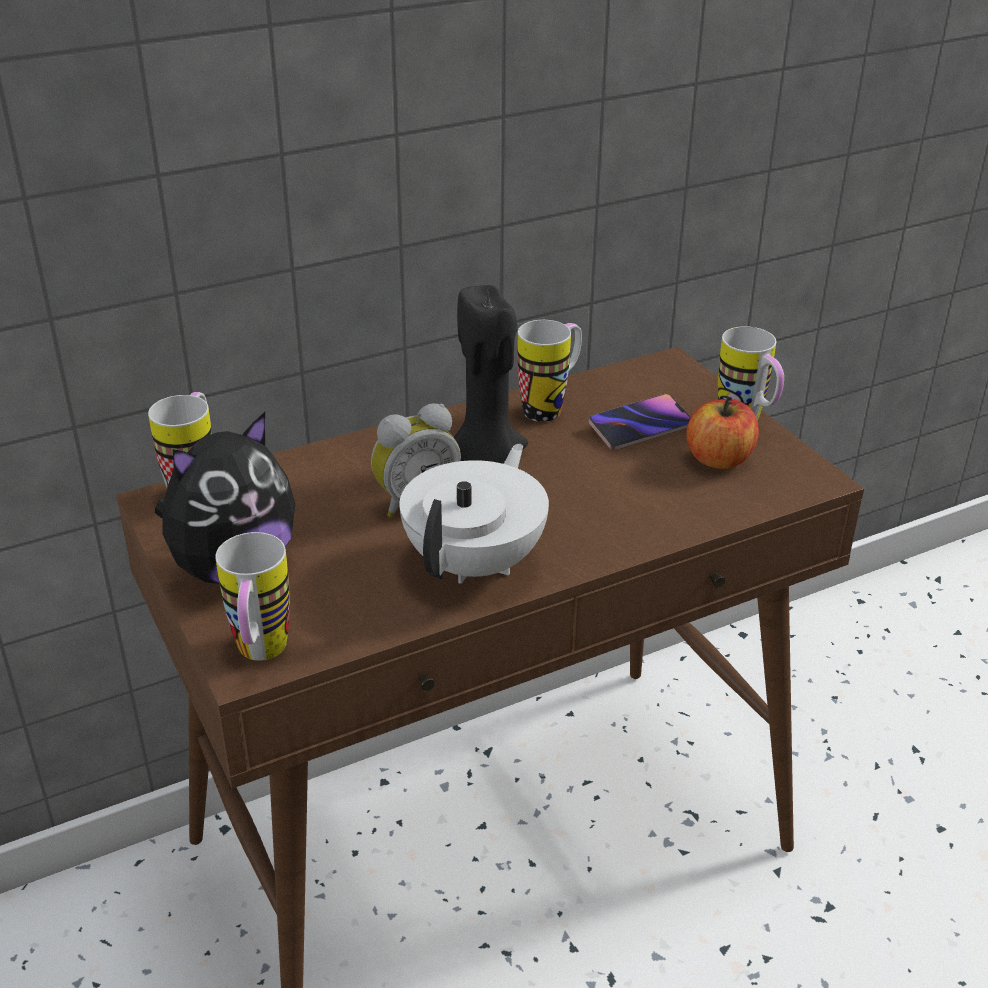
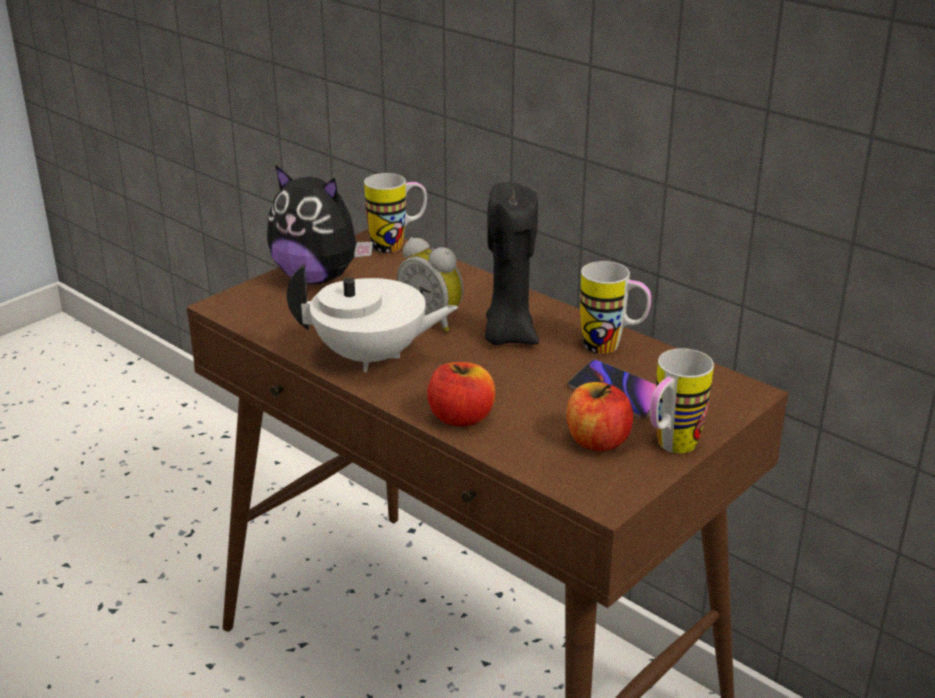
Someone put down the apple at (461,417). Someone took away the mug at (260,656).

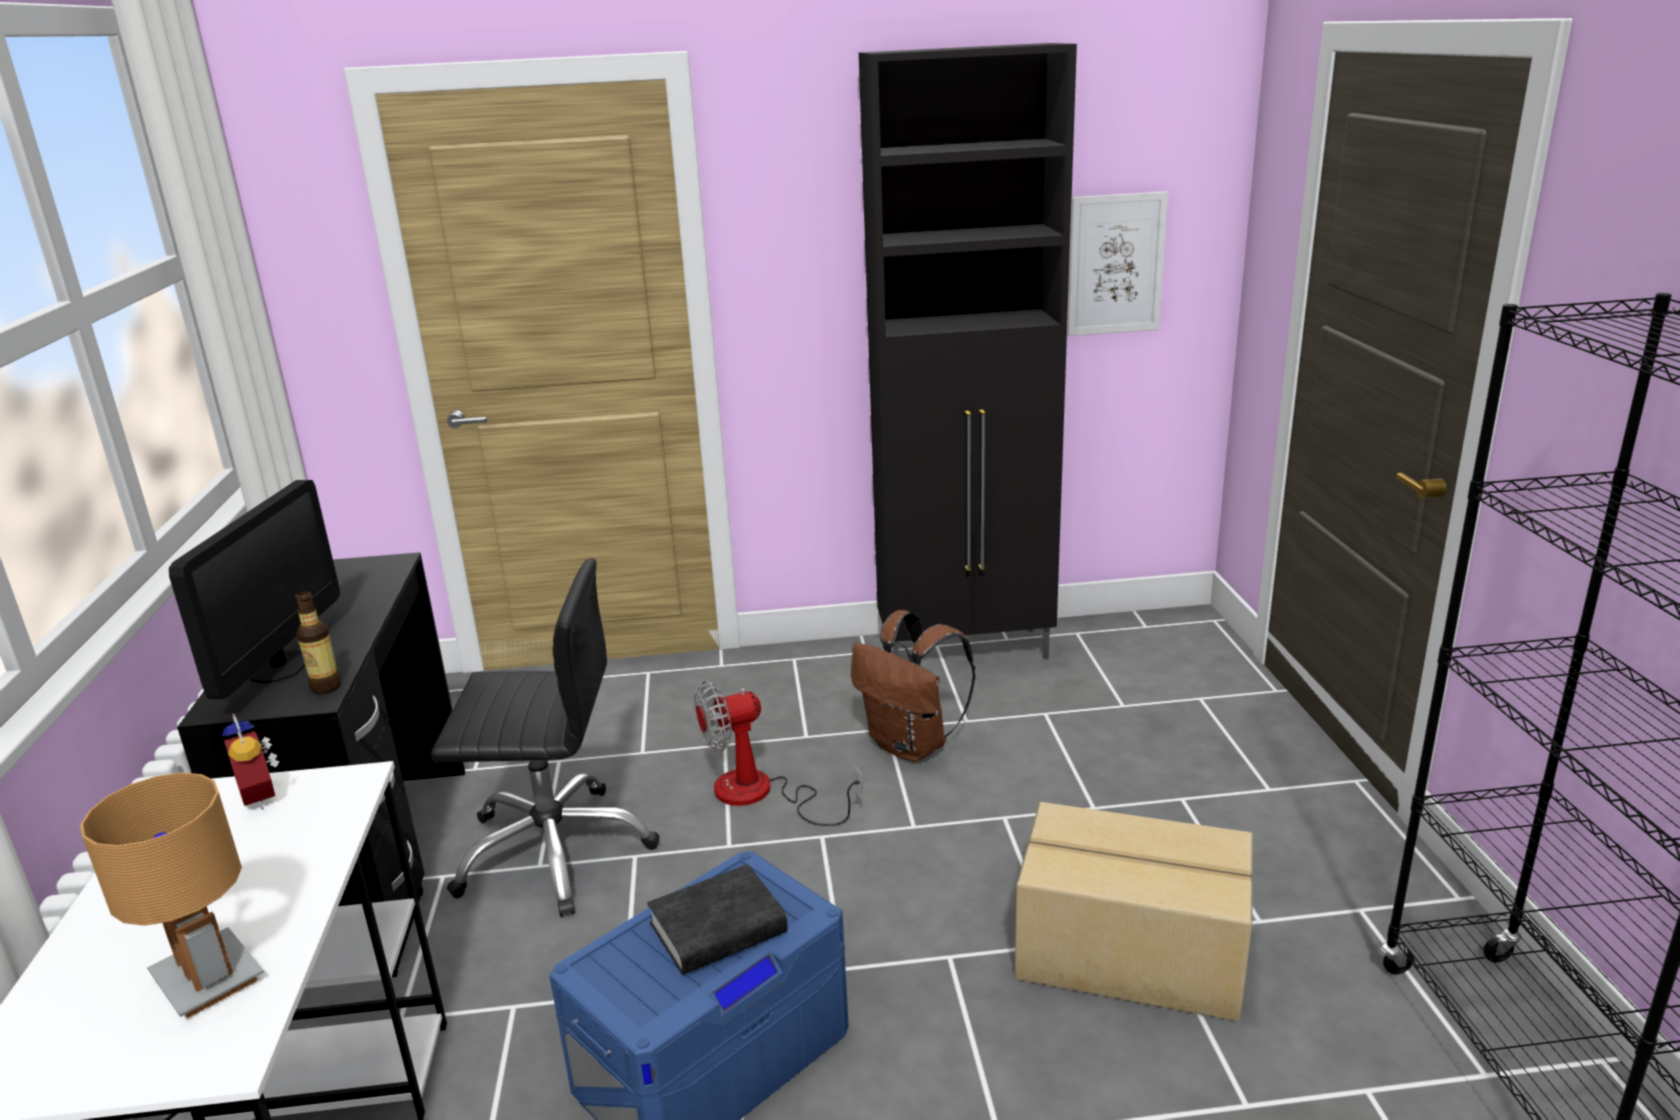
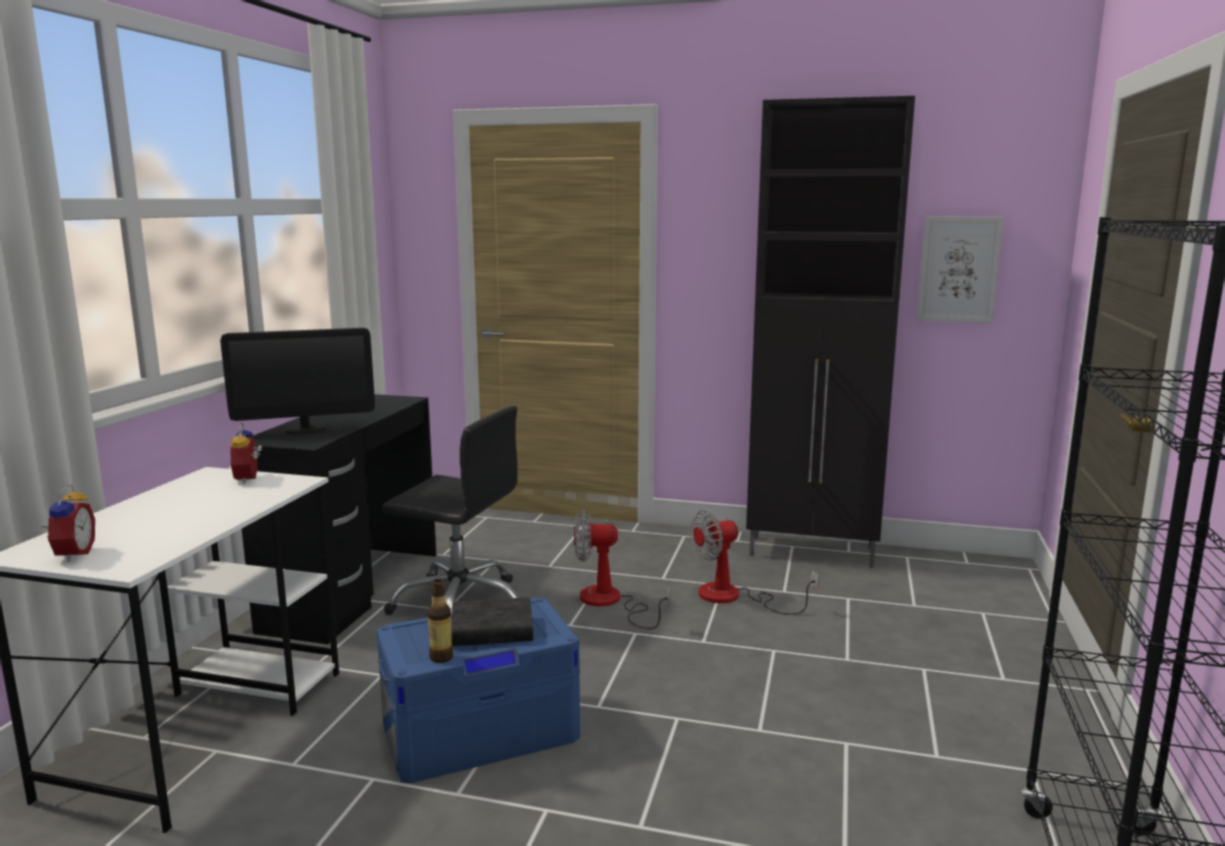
Someone put down the alarm_clock at (71,555). Someone rotated the monitor at (279,667) by 45 degrees clockwise. Someone carried the bottle from (326,687) to (441,657). Someone swapped the brown_backpack at (912,746) for the fan at (733,597). Someone took away the brown_table_lamp at (207,980). Someone took away the cardboard_box at (1131,954).

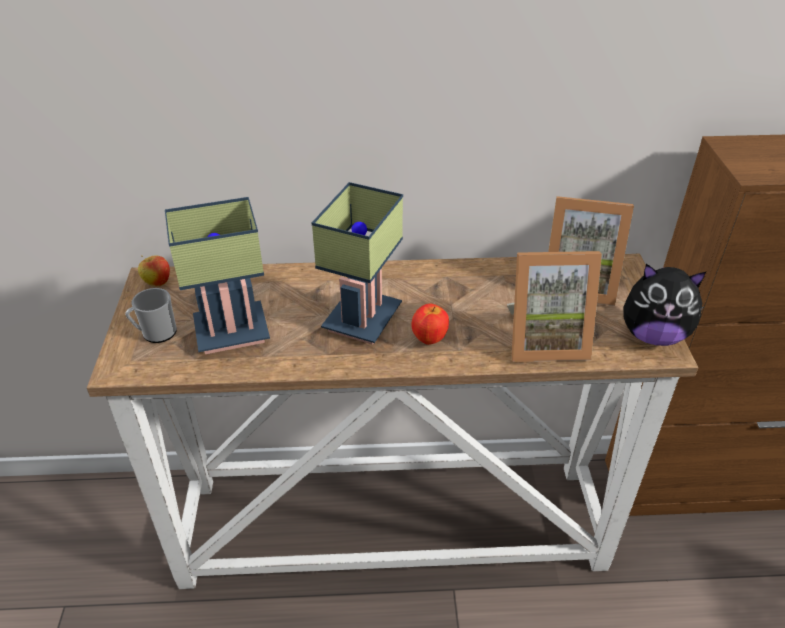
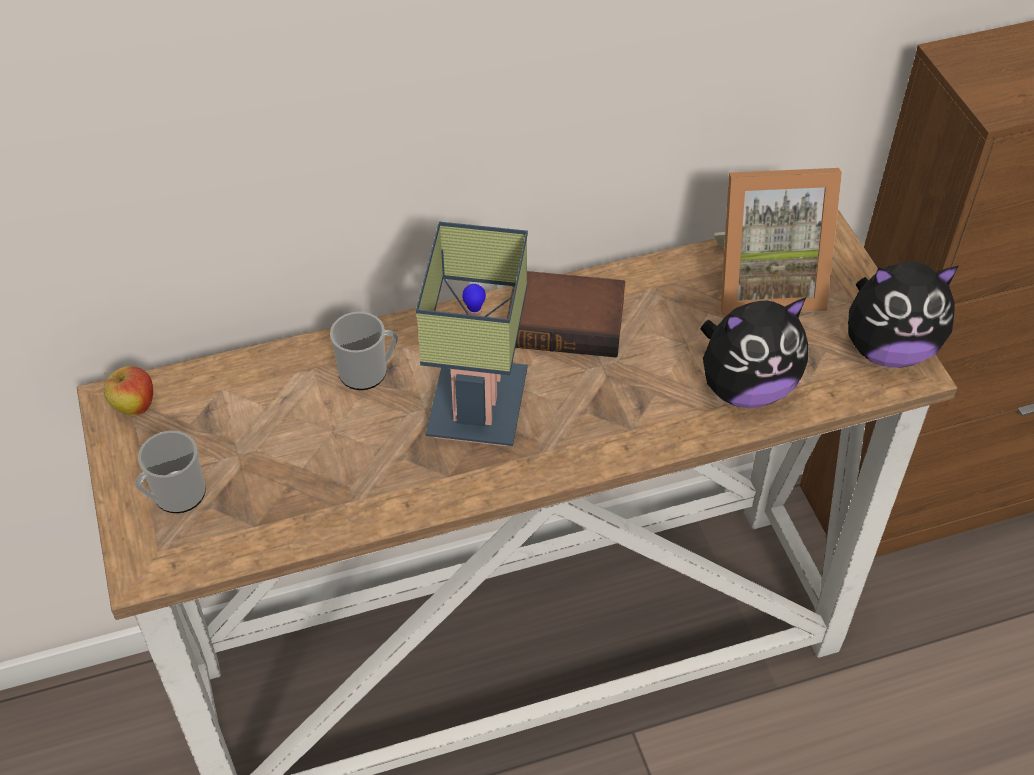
Someone put down the mug at (368,372). Someone put down the book at (567,320). Someone swapped the picture_frame at (545,340) for the plush_toy at (746,387). Someone took away the table_lamp at (234,329). Someone took away the apple at (429,339).

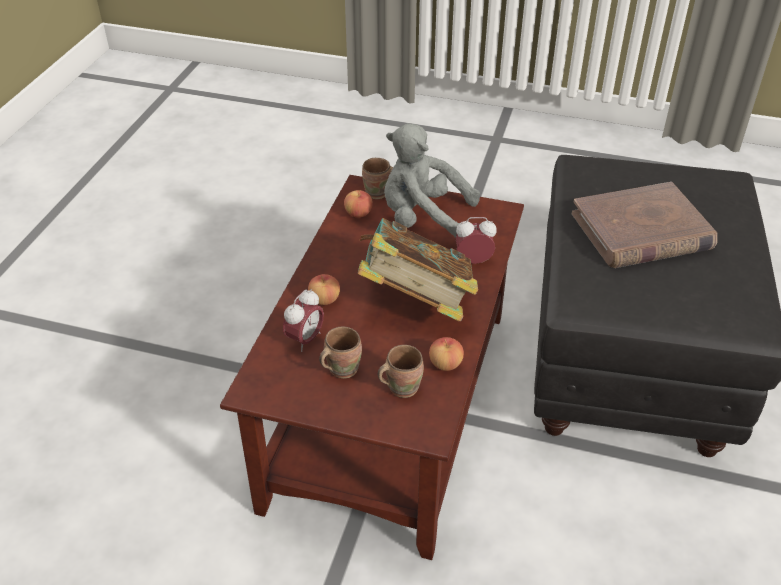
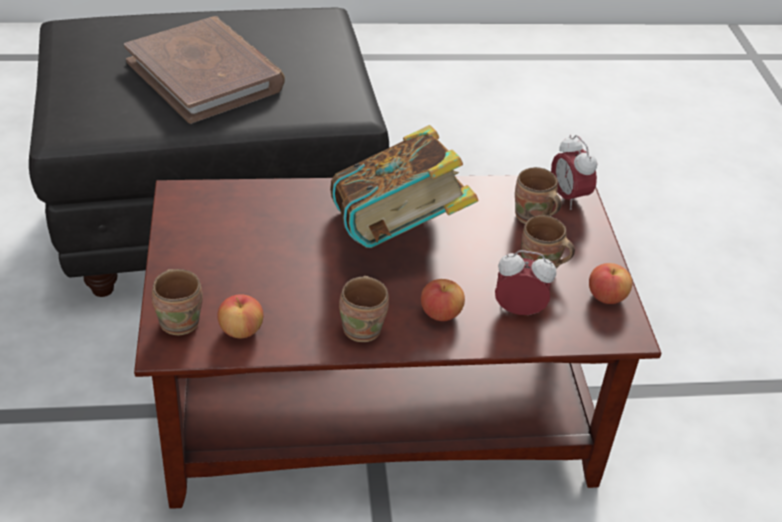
Someone put down the brown_mug at (364,328). Someone carried the alarm_clock from (473,261) to (568,197). Someone carried the apple from (445,364) to (606,296). Someone took away the grey_plush_toy at (424,220).

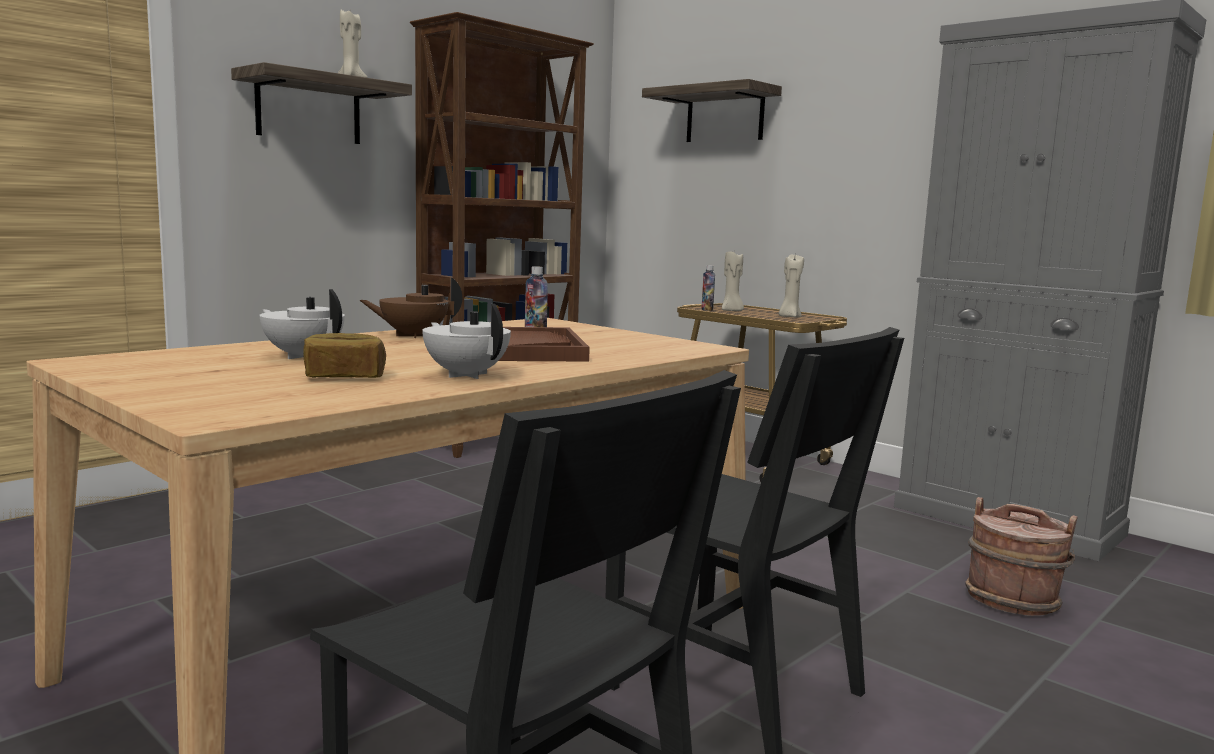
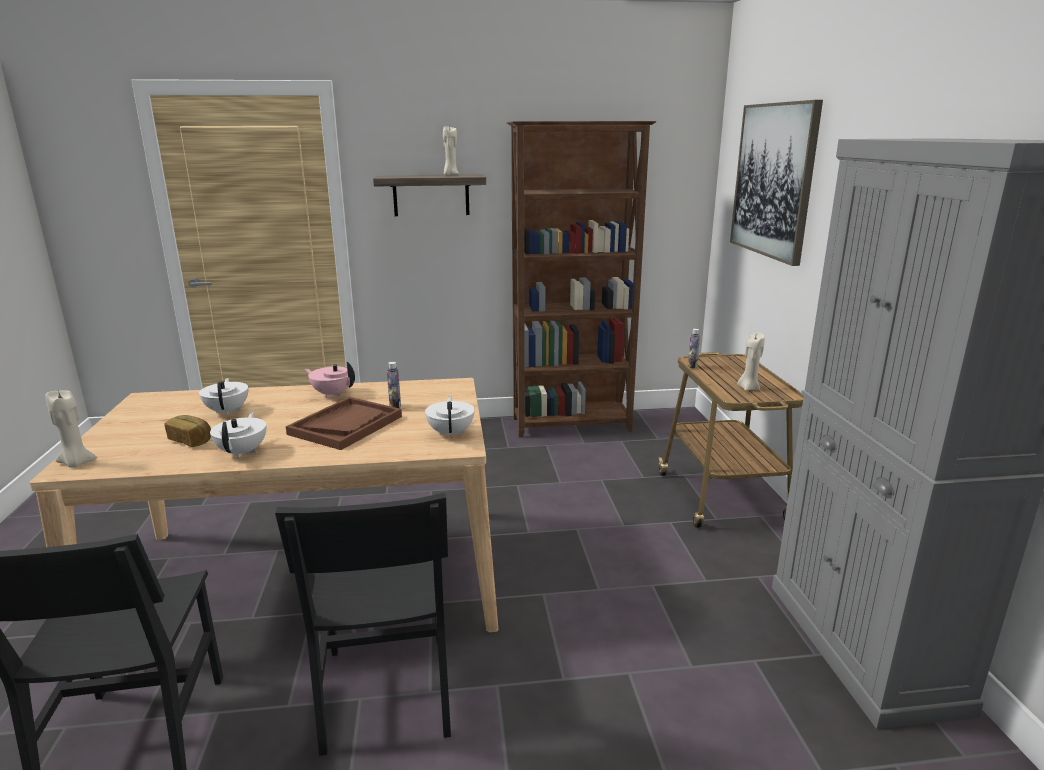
Someone carried the beige_candle from (731,311) to (76,463). Someone repainted the brown_teapot at (413,335), which became the pink_teapot at (332,394). Someone put down the white_teapot at (451,433). Someone swapped the shelf at (725,115) for the picture at (773,180). Someone took away the brown_bucket at (1013,600).

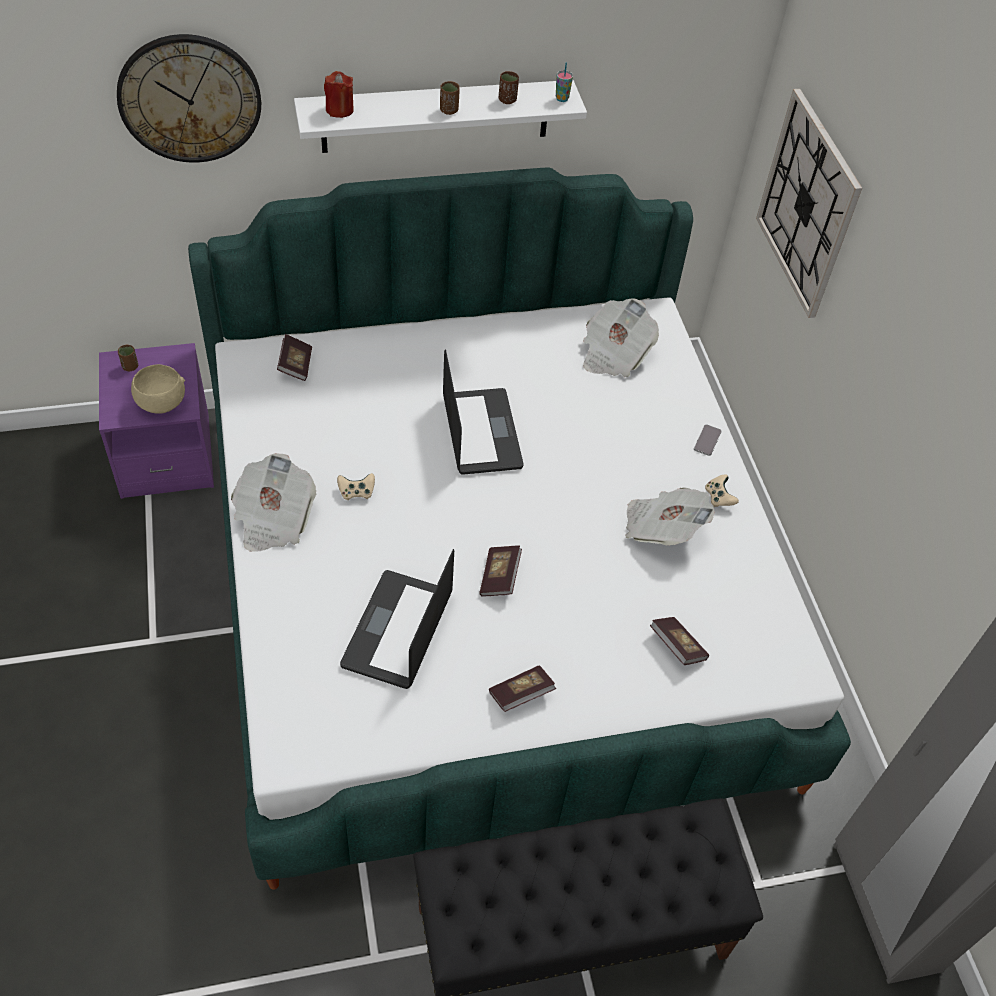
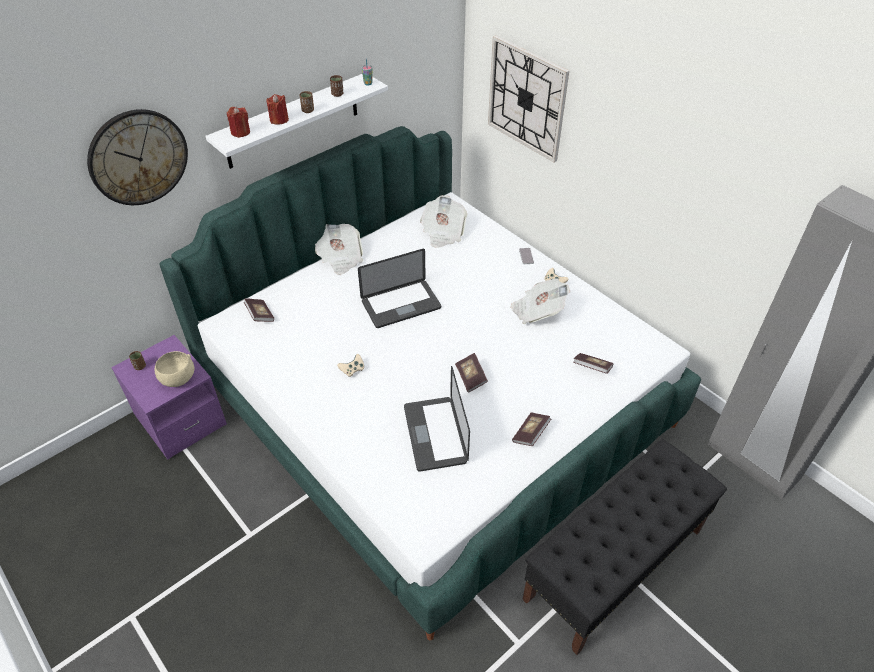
Someone put down the red_candle at (279,120). Someone carried the newspaper from (273,519) to (340,258). Someone rotated the laptop at (481,432) by 105 degrees clockwise.

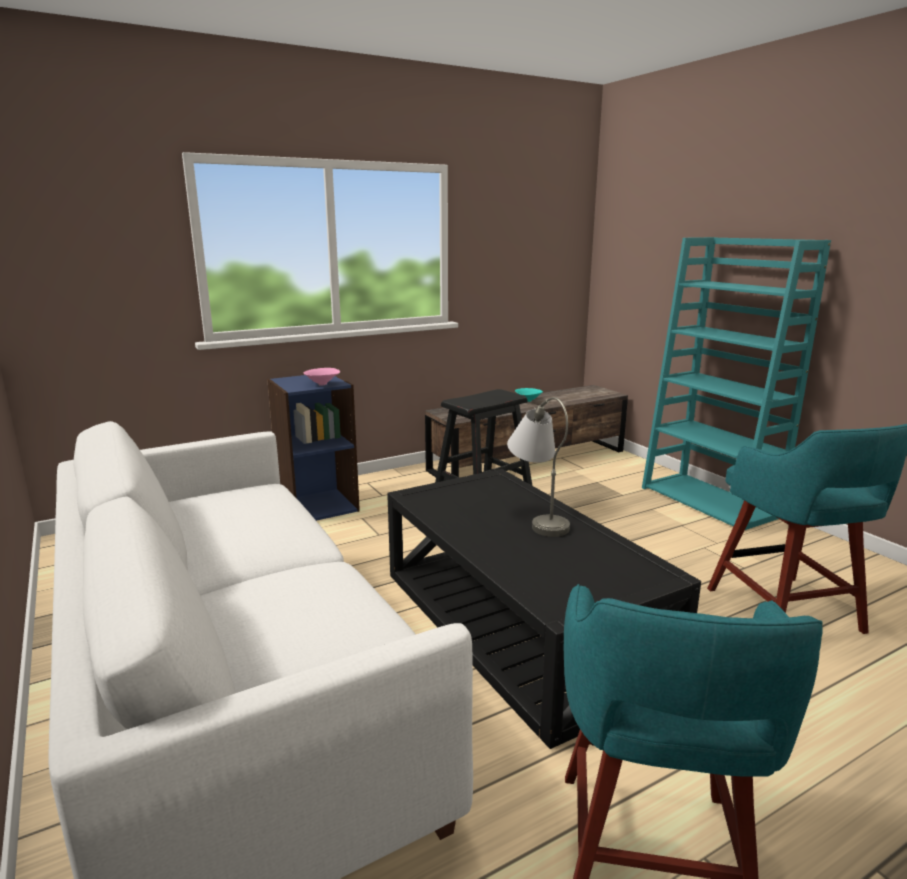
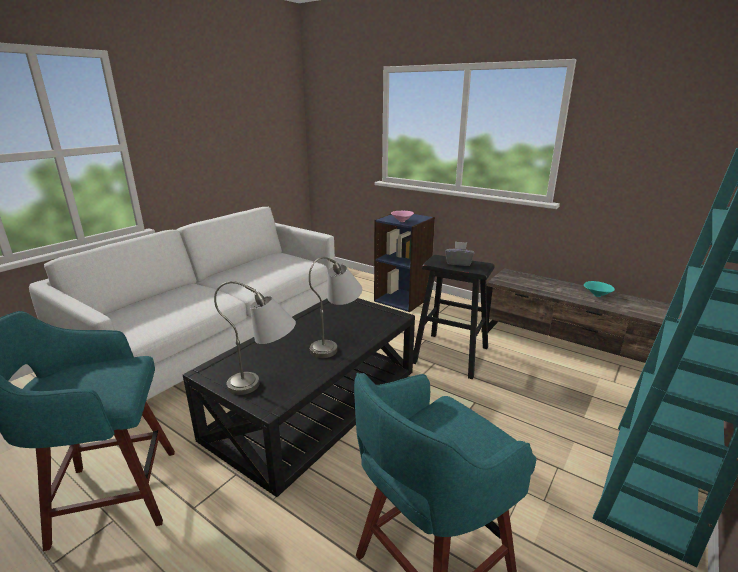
Someone put down the grey_table_lamp at (265,384). Someone put down the grey_tissue_box at (459,263).

